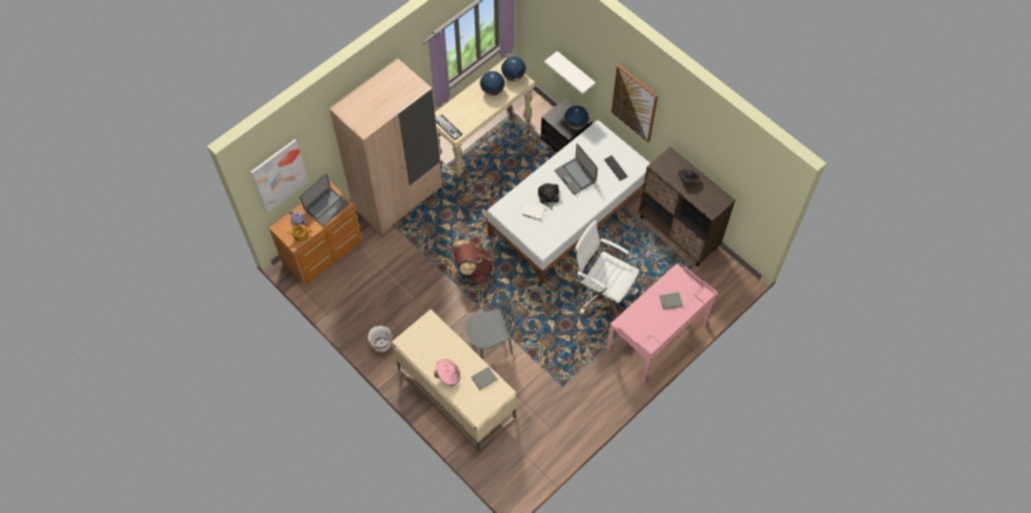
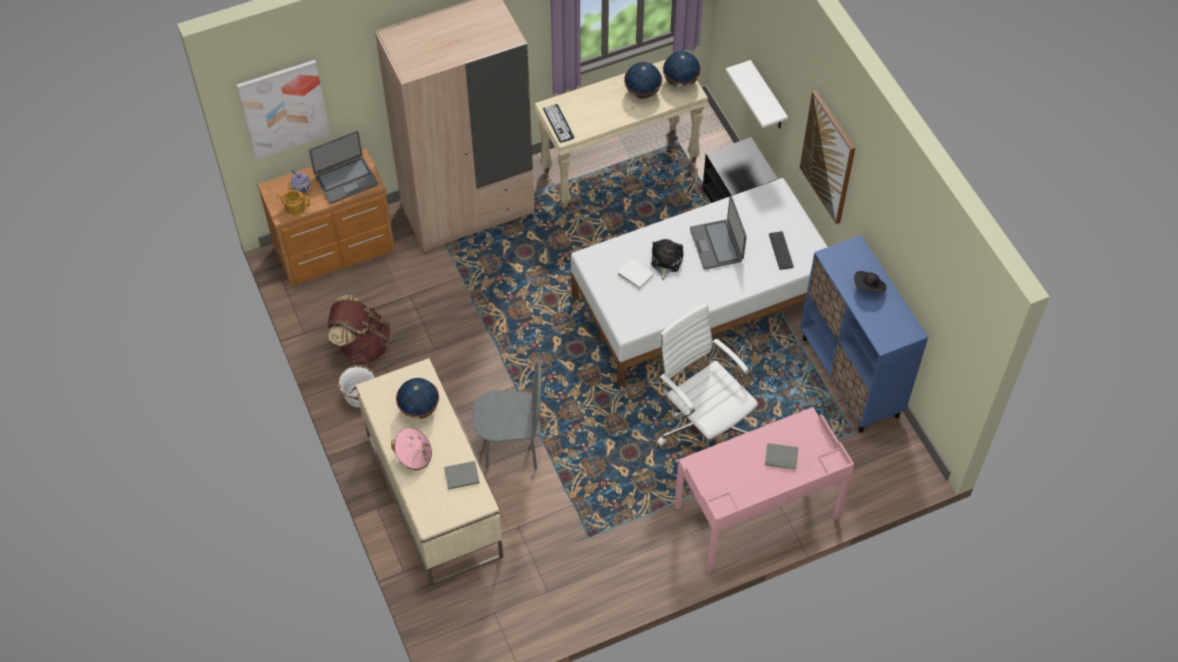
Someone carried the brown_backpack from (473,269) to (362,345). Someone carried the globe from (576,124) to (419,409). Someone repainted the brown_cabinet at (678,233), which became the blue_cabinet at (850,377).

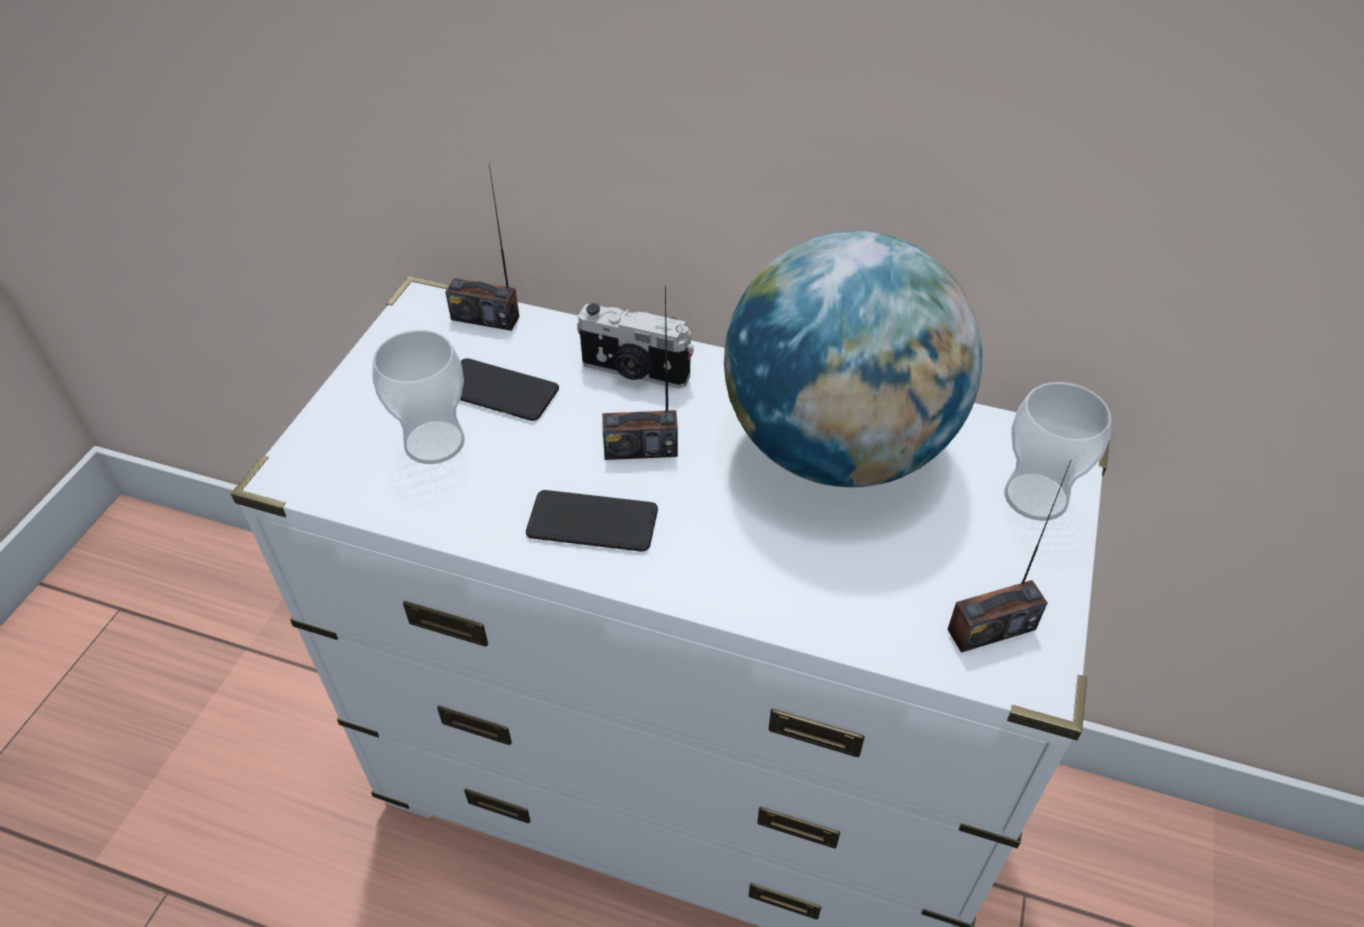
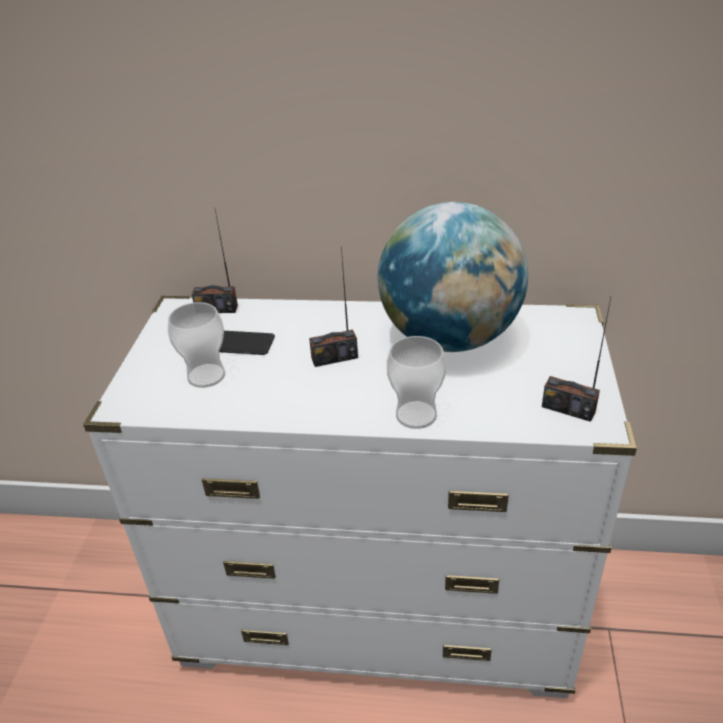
Someone carried the cup from (1035,497) to (416,415). Someone rotated the radio at (991,628) by 60 degrees clockwise. Someone took away the phone at (592,522). Someone took away the photo_camera at (634,372).

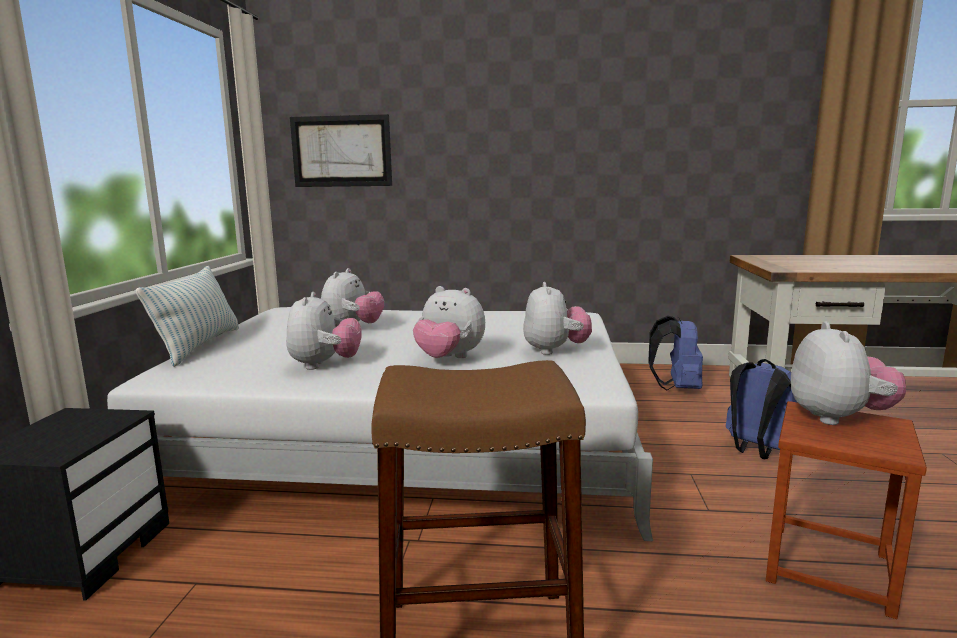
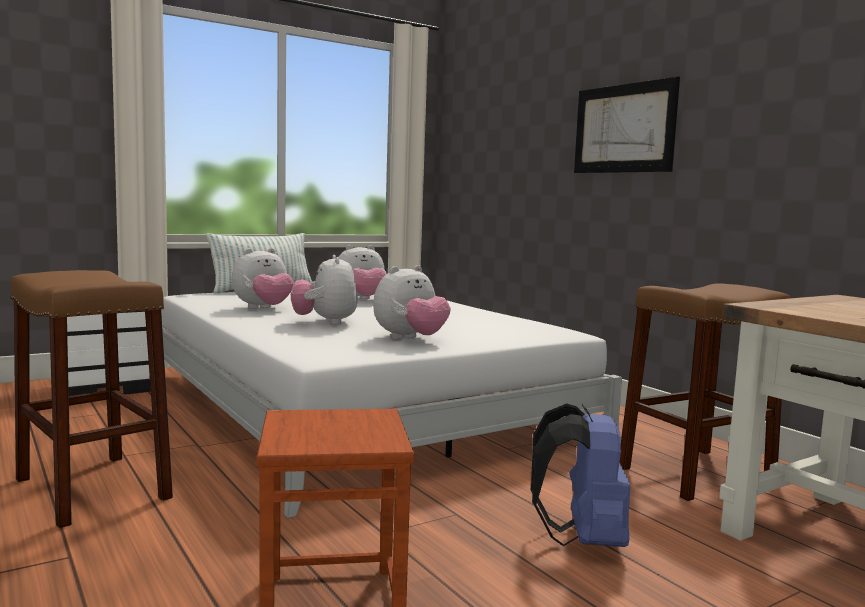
Someone carried the picture from (341,151) to (623,128). Someone swapped the blue_backpack at (677,388) for the brown_stool at (696,473). Someone took away the plush_toy at (838,418).

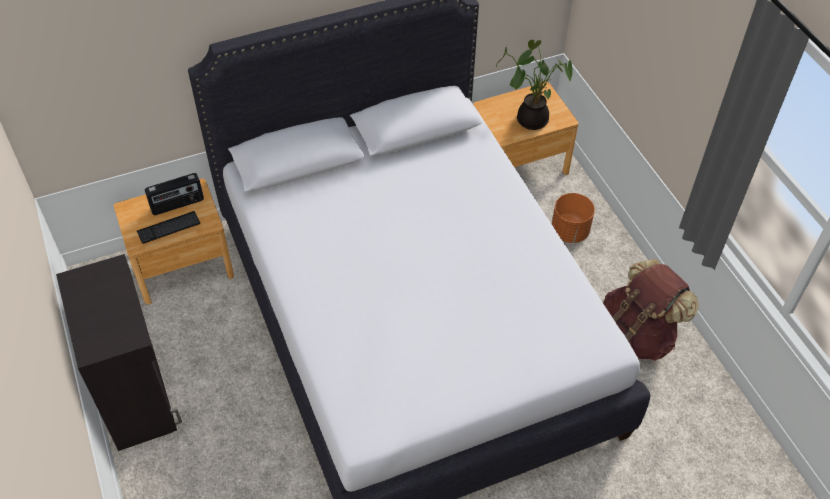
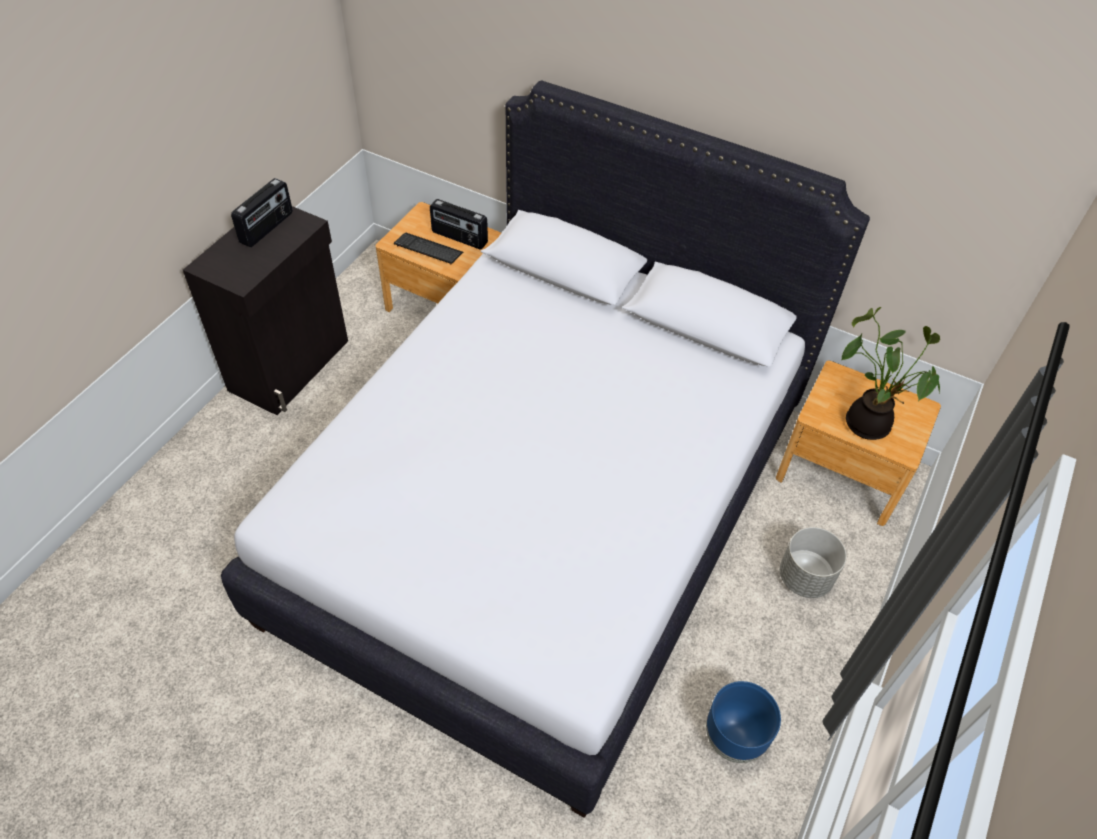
Someone put down the radio at (267,228). Someone swapped the brown_backpack at (637,335) for the blue_planter at (734,739). Someone repainted the orange_planter at (570,232), which became the grey_planter at (805,578).

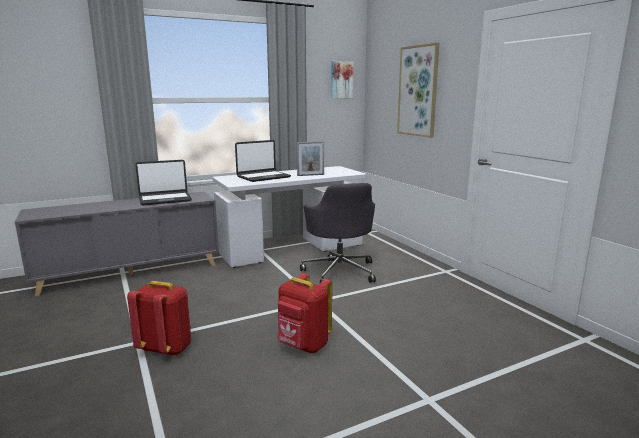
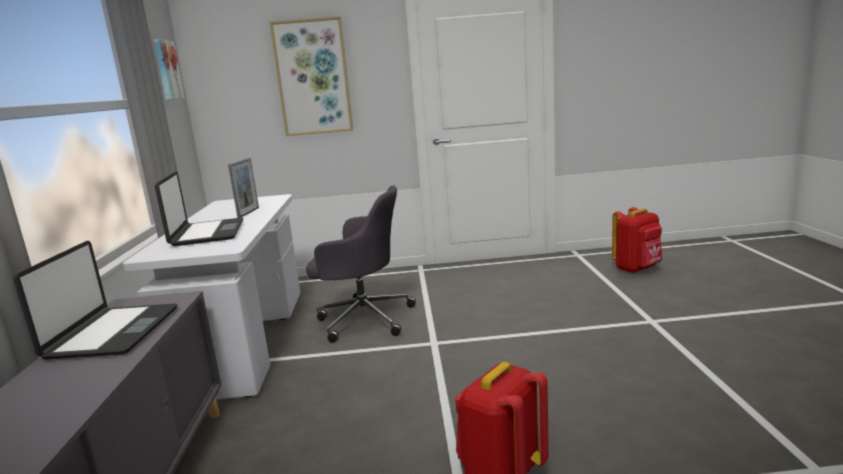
Someone carried the red_backpack from (303,346) to (637,269).

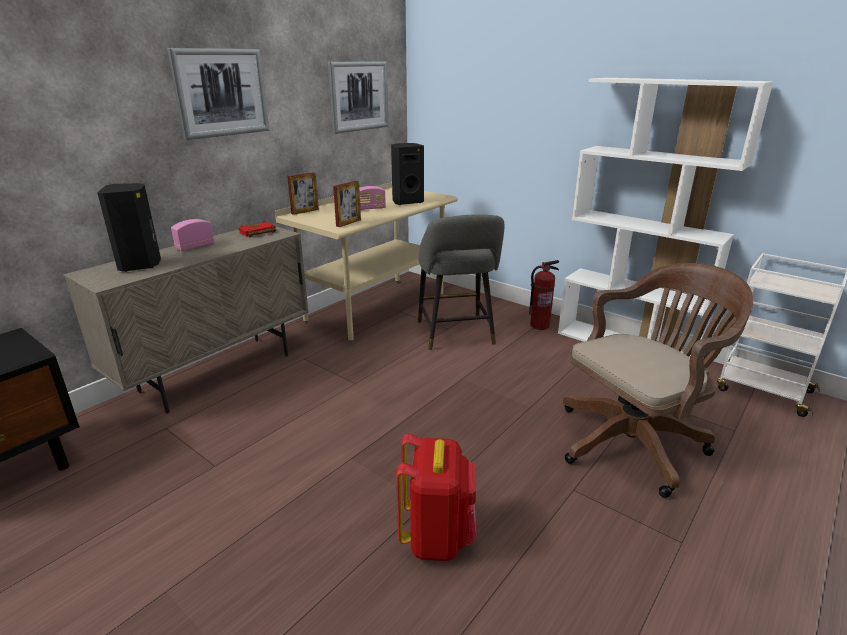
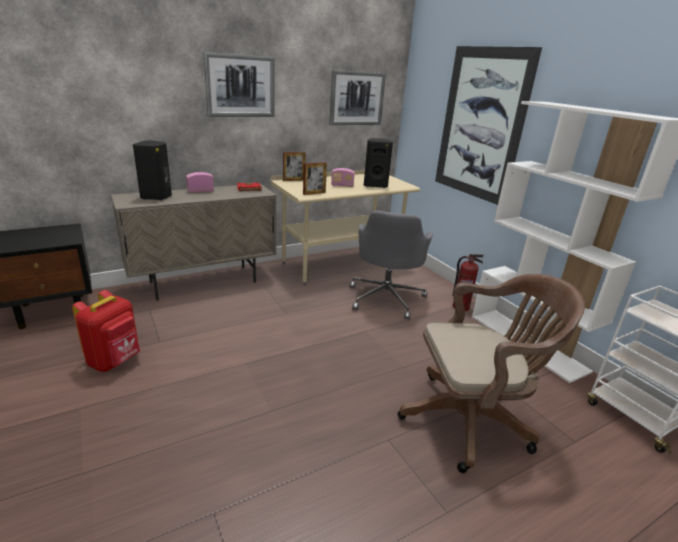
Someone carried the red_backpack from (437,537) to (115,361). Someone swapped the grey_stool at (456,335) for the grey_office_chair at (386,298). Someone put up the picture at (480,124).

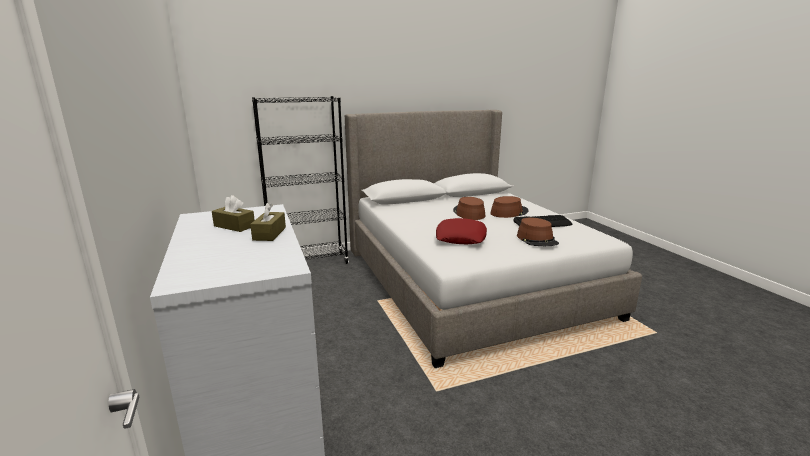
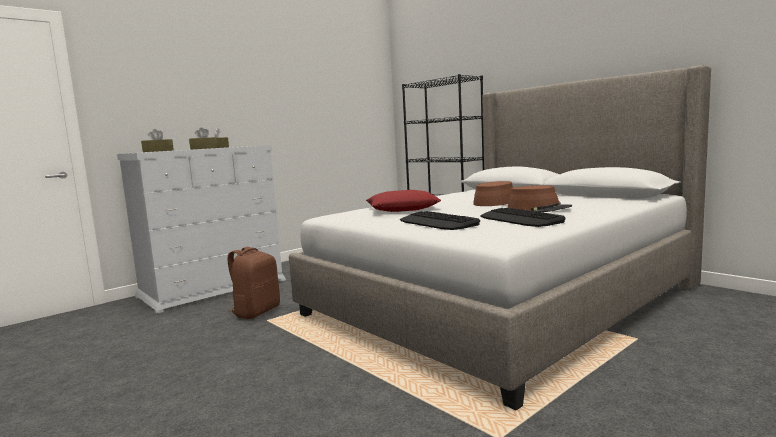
Someone put down the brown_tissue_box at (158,151). Someone put down the brown_backpack at (256,312). Someone swapped the brown_hat at (537,239) for the keyboard at (438,222).

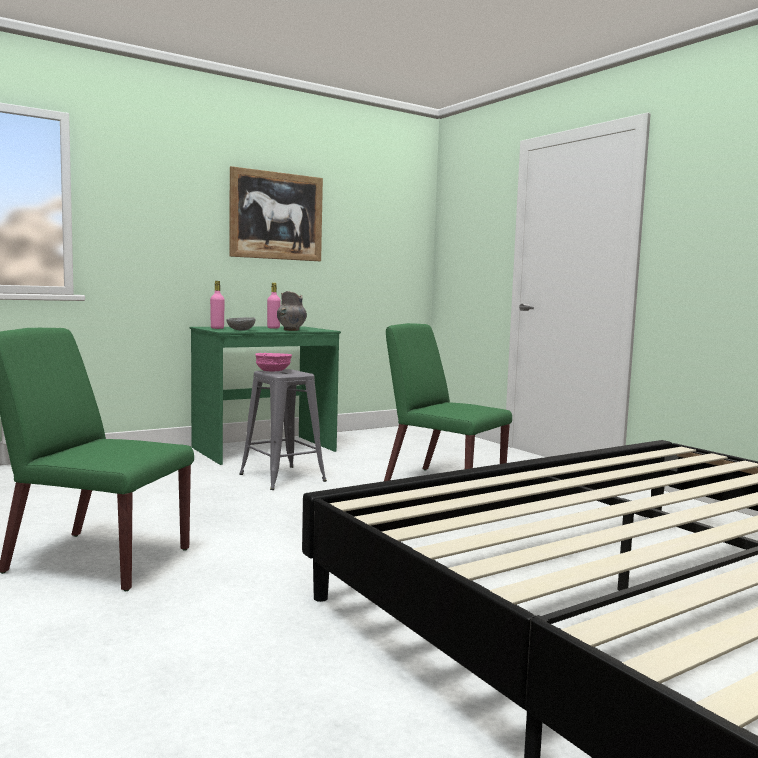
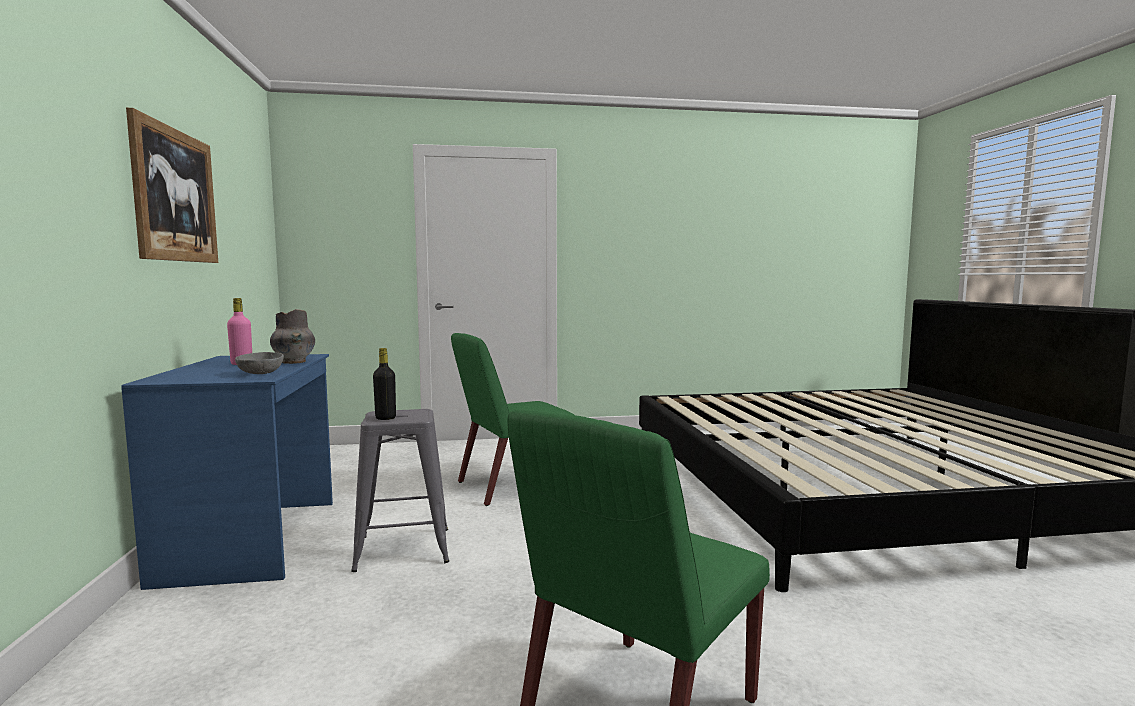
Someone repainted the green_desk at (264,450), which became the blue_desk at (254,540). Someone swapped the pink_bowl at (272,371) for the black_bottle at (385,418). Someone took away the pink_bottle at (217,328).

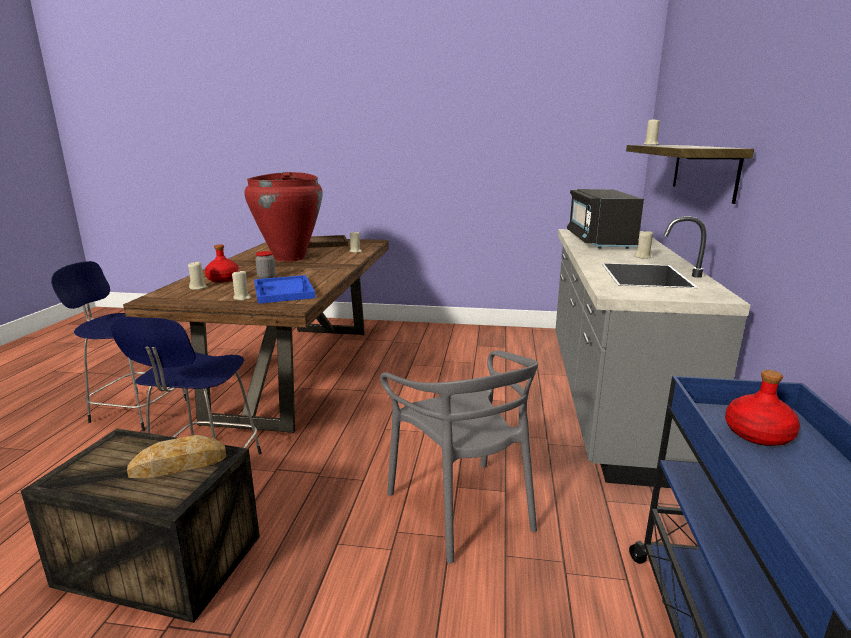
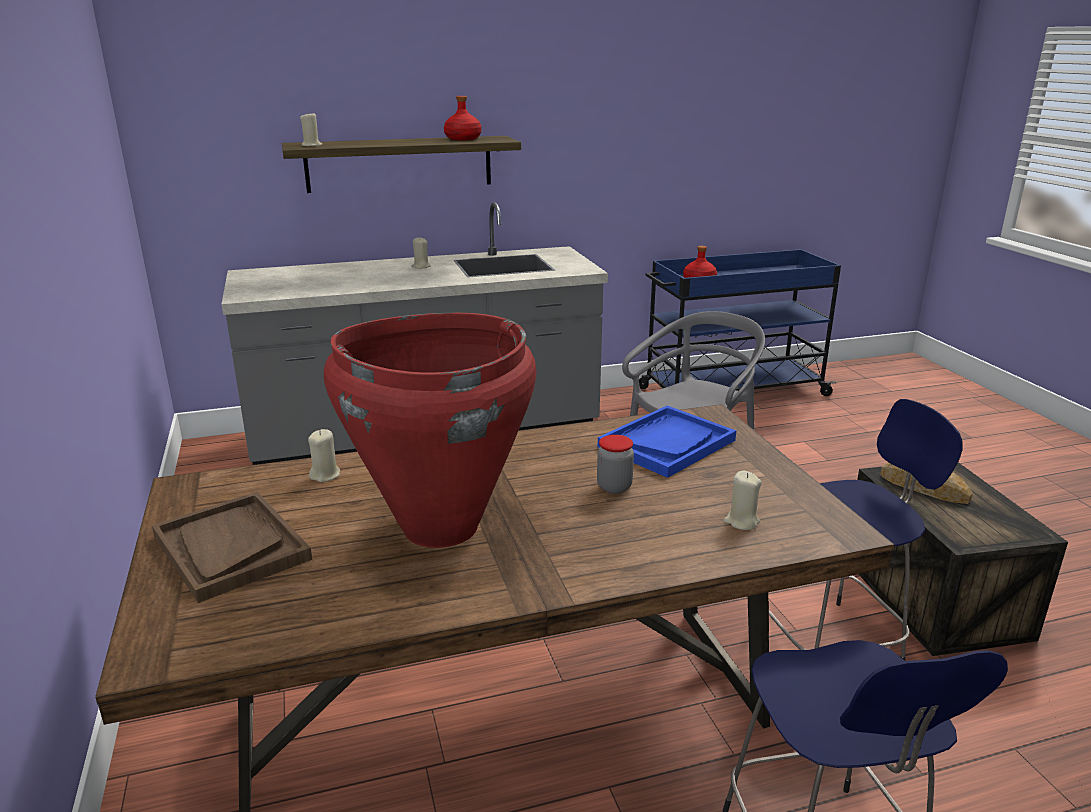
Someone carried the red_bottle from (222,279) to (463,139). Someone took away the beige_candle at (242,298). Someone took away the black_microwave at (599,241).

